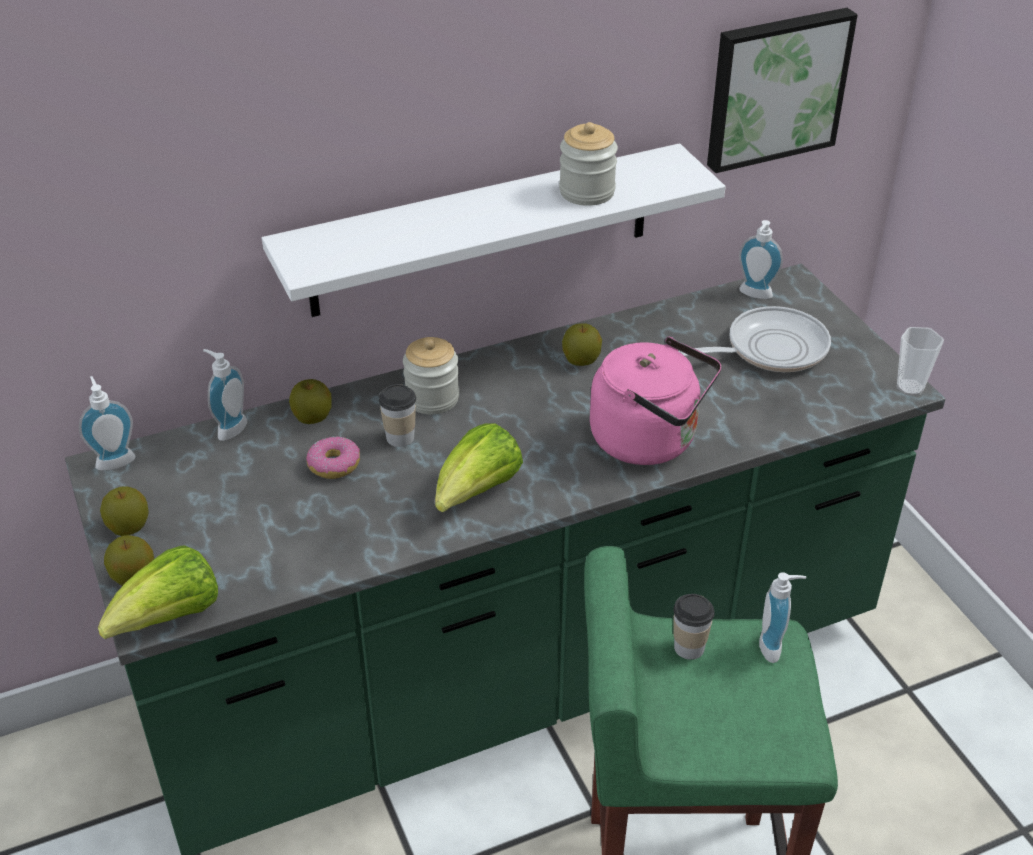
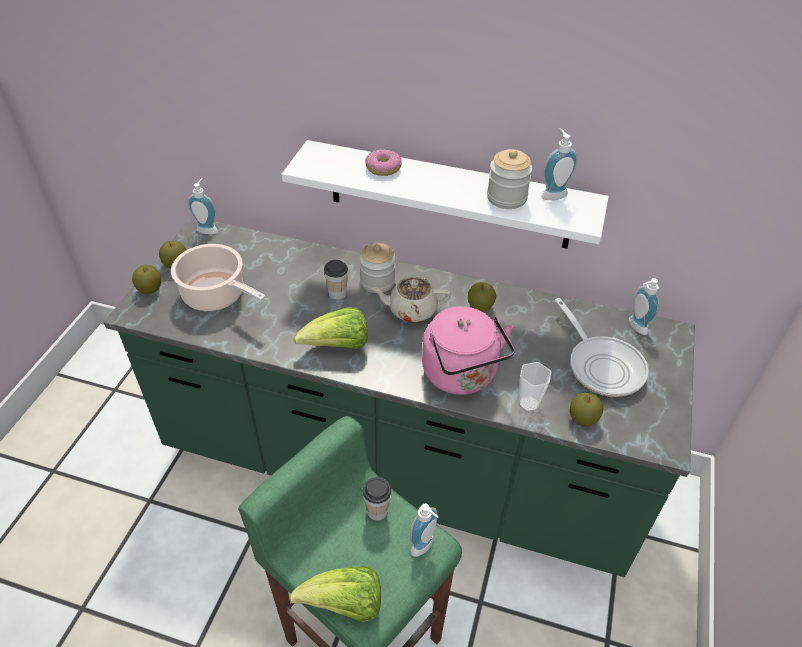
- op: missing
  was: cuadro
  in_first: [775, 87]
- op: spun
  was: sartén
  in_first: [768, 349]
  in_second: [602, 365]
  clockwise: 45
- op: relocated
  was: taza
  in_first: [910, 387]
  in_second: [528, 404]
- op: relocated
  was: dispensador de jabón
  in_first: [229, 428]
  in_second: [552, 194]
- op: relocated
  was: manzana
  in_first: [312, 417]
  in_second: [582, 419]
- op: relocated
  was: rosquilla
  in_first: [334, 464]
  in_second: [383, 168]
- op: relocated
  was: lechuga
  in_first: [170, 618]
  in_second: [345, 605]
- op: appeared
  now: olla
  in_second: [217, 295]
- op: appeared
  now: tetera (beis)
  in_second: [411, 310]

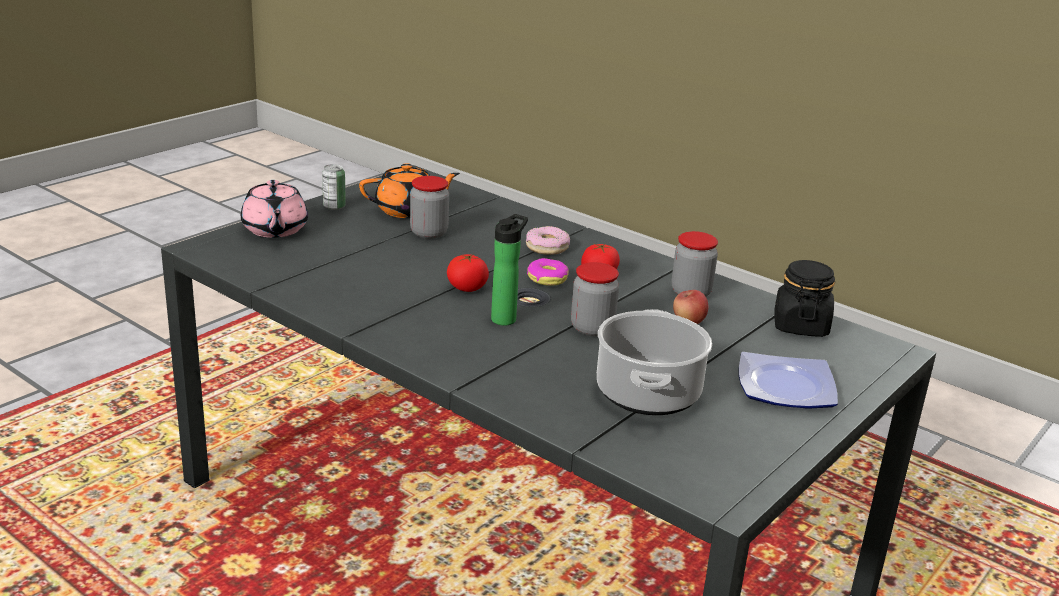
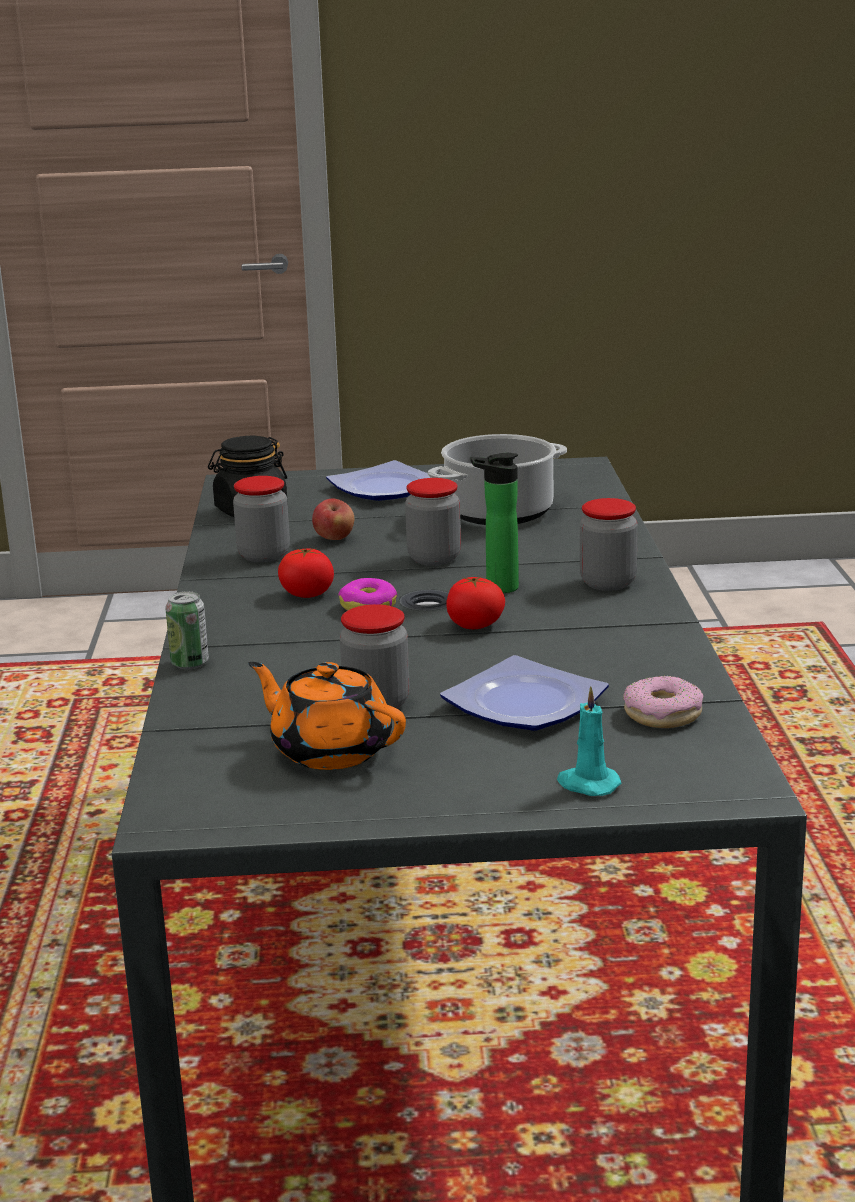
- op: relocated
  was: lata
  in_first: [334, 206]
  in_second: [190, 663]
- op: exchanged
  was: tetera (rosa)
  now: vela (turquesa)
  in_first: [274, 230]
  in_second: [587, 784]
- op: relocated
  was: rosquilla
  in_first: [547, 247]
  in_second: [662, 714]
- op: appeared
  now: tarro
  in_second: [608, 583]
- op: appeared
  now: plato
  in_second: [528, 704]

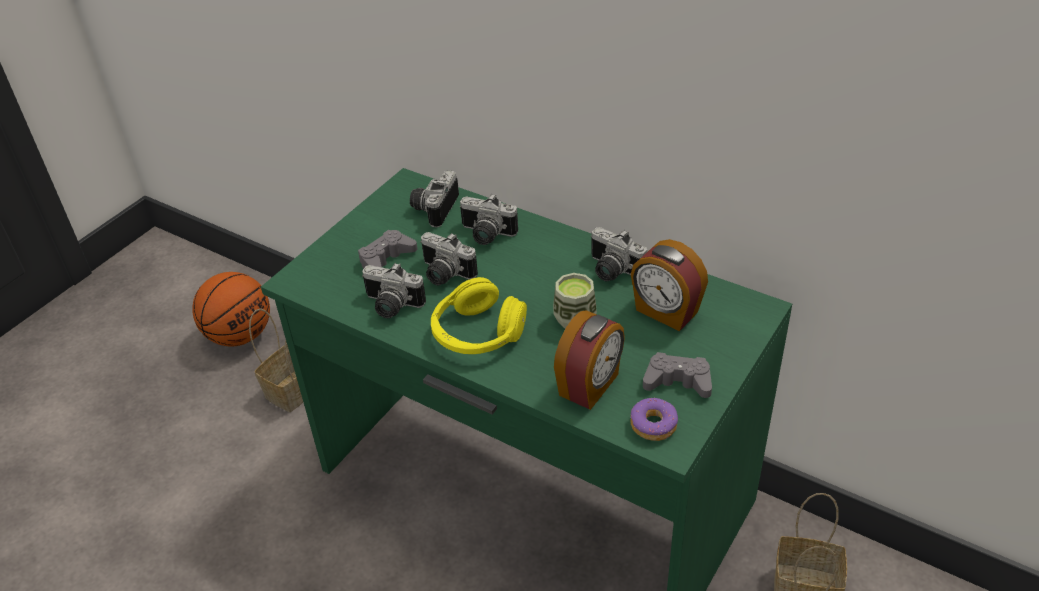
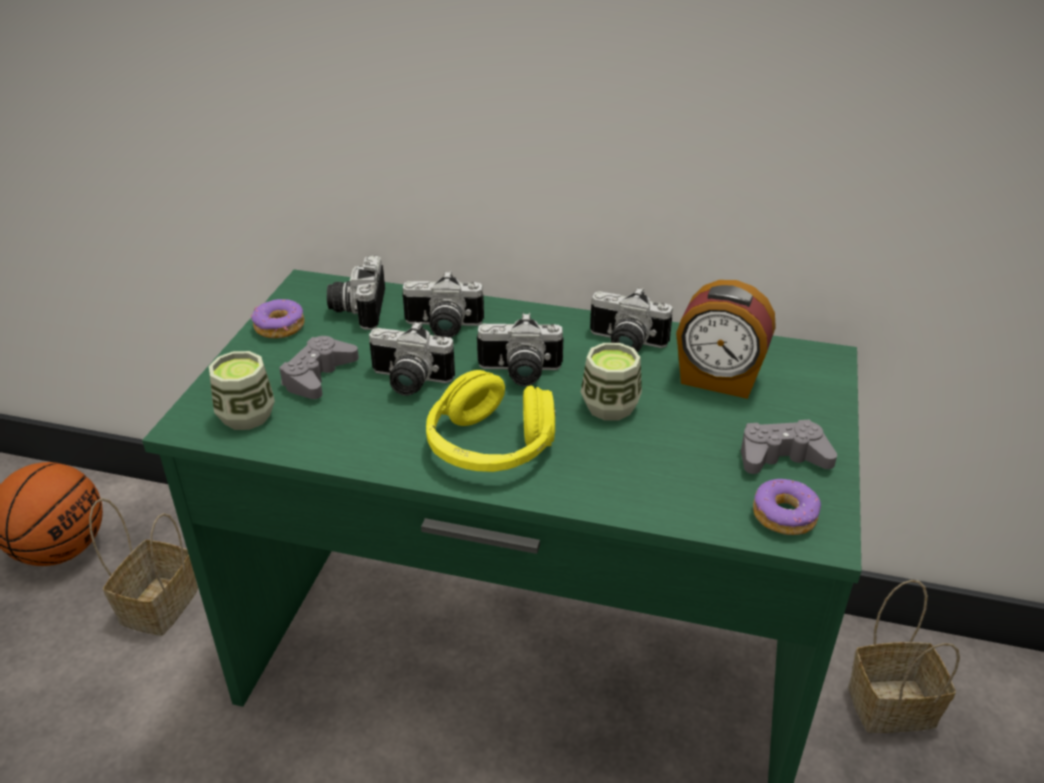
- op: relocated
  was: cámara
  in_first: [391, 306]
  in_second: [519, 374]
- op: missing
  was: despertador
  in_first: [590, 385]
- op: appeared
  now: rosquilla
  in_second: [279, 327]
- op: appeared
  now: taza
  in_second: [246, 415]

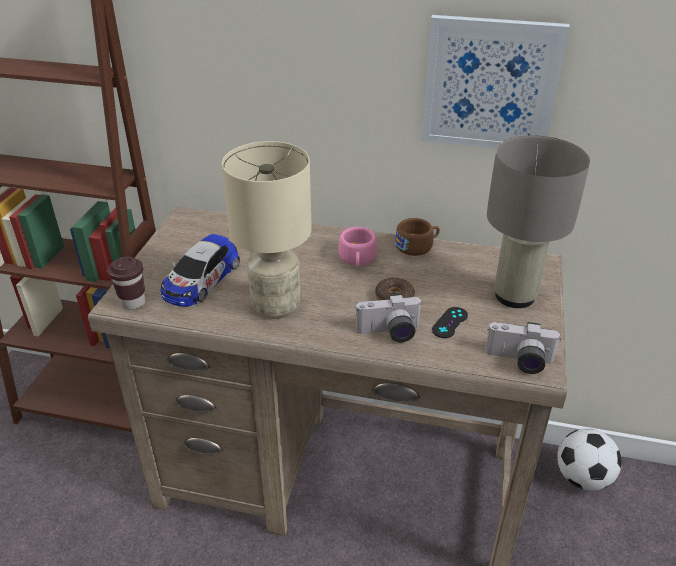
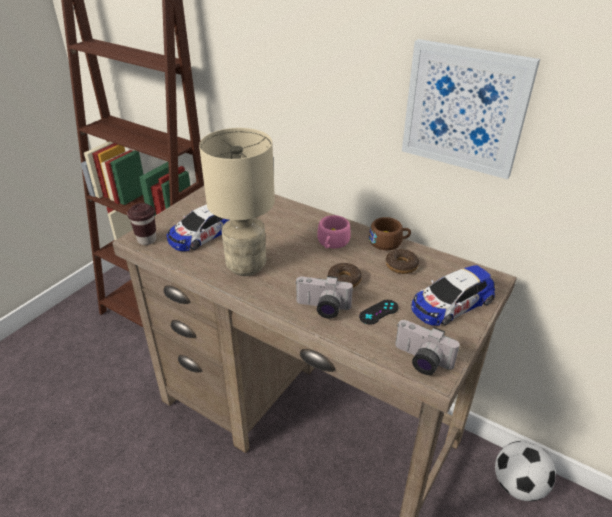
- op: exchanged
  was: lámpara de mesa (gris)
  now: coche de juguete
  in_first: [516, 296]
  in_second: [451, 303]
- op: appeared
  now: rosquilla
  in_second: [401, 265]

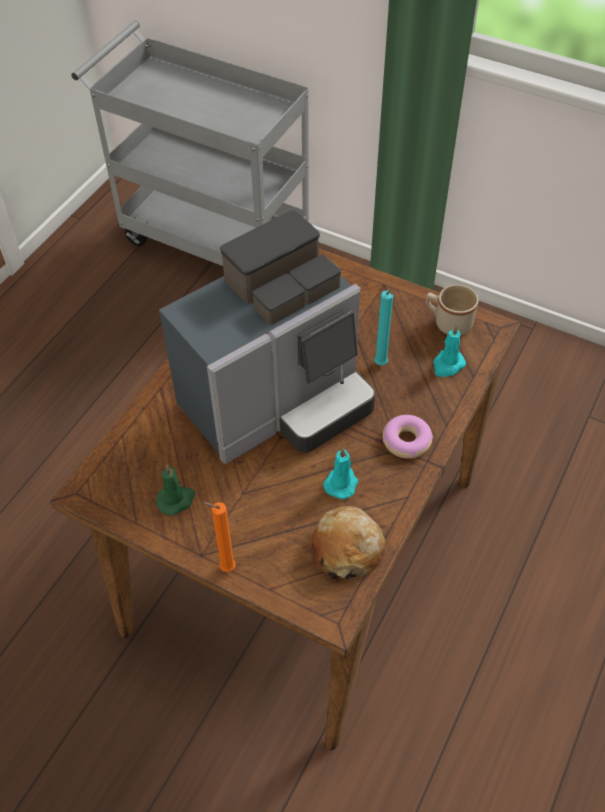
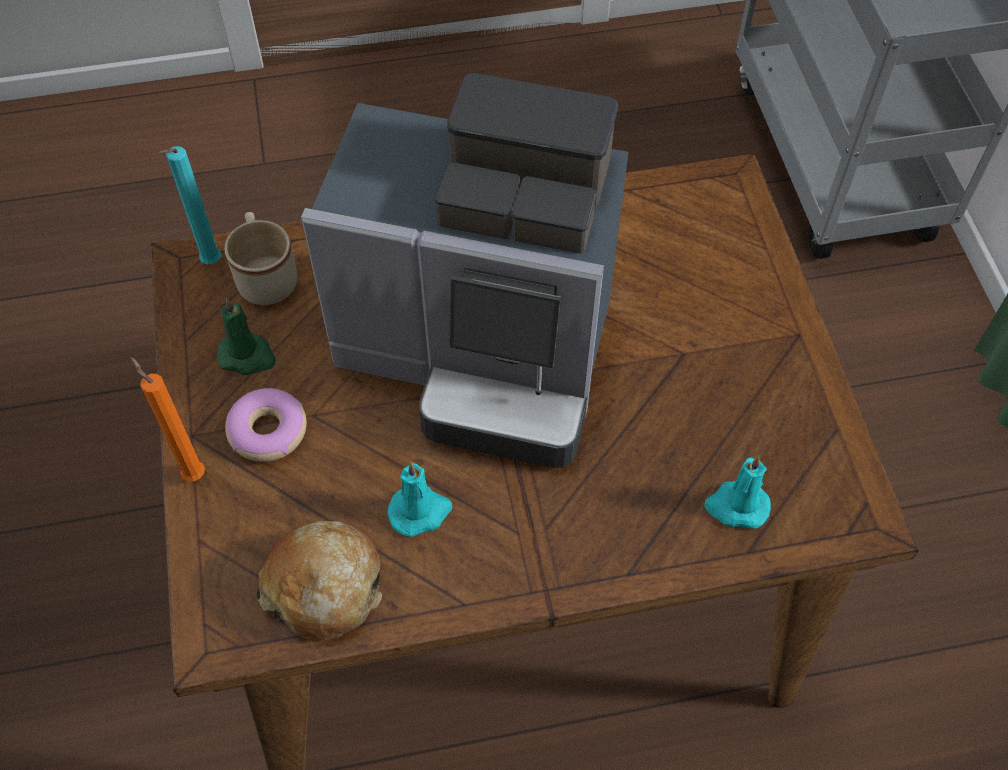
- op: relocated
  was: taza grande (beis)
  in_first: [447, 322]
  in_second: [266, 276]
- op: relocated
  was: vela (turquesa)
  in_first: [381, 365]
  in_second: [209, 264]
- op: relocated
  was: rosquilla
  in_first: [406, 441]
  in_second: [267, 431]

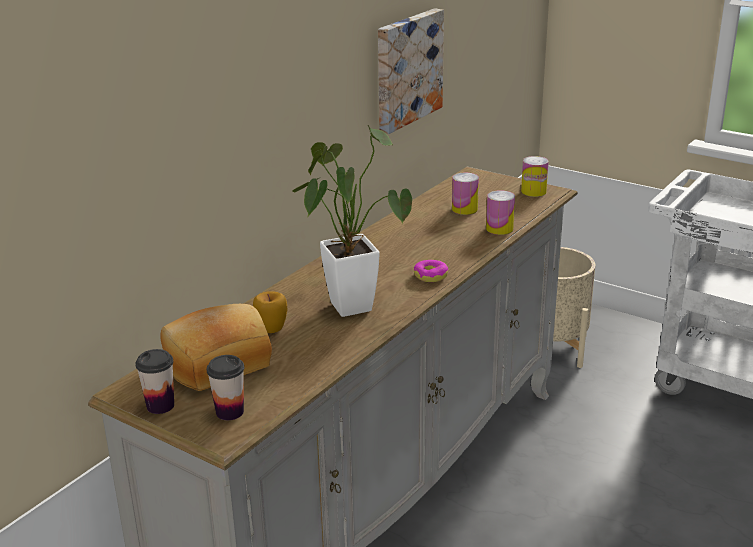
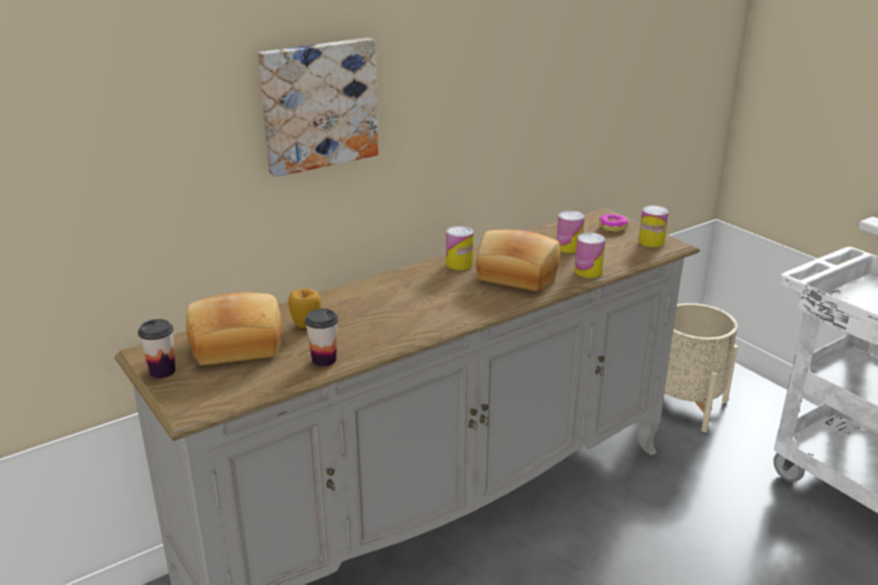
- op: relocated
  was: cuadro
  in_first: [406, 69]
  in_second: [318, 105]
- op: missing
  was: planta en maceta
  in_first: [348, 302]
- op: relocated
  was: rosquilla
  in_first: [431, 276]
  in_second: [613, 227]
- op: relocated
  was: taza
  in_first: [230, 412]
  in_second: [324, 360]
- op: appeared
  now: lata
  in_second: [459, 264]
- op: appeared
  now: pan
  in_second: [517, 276]

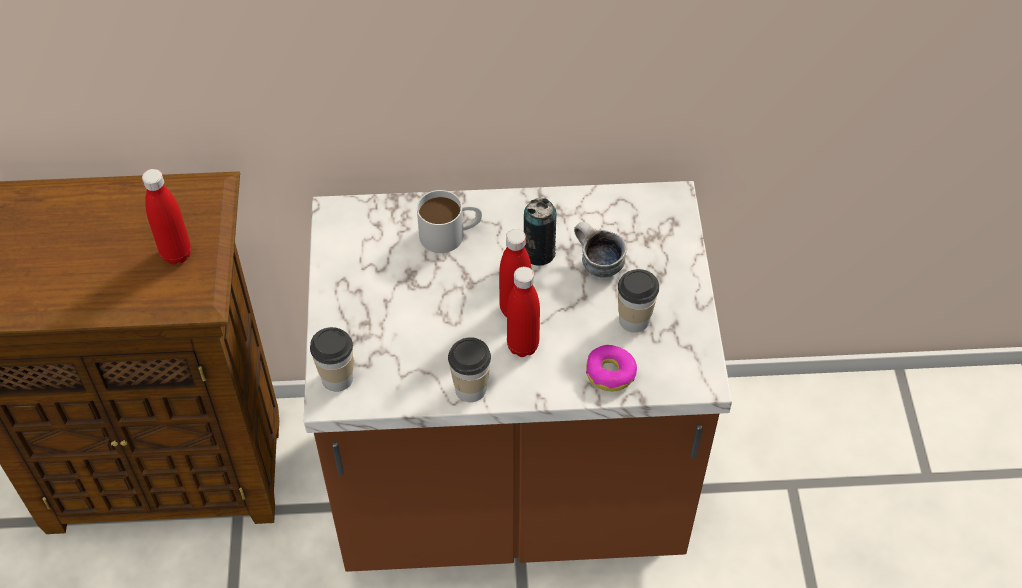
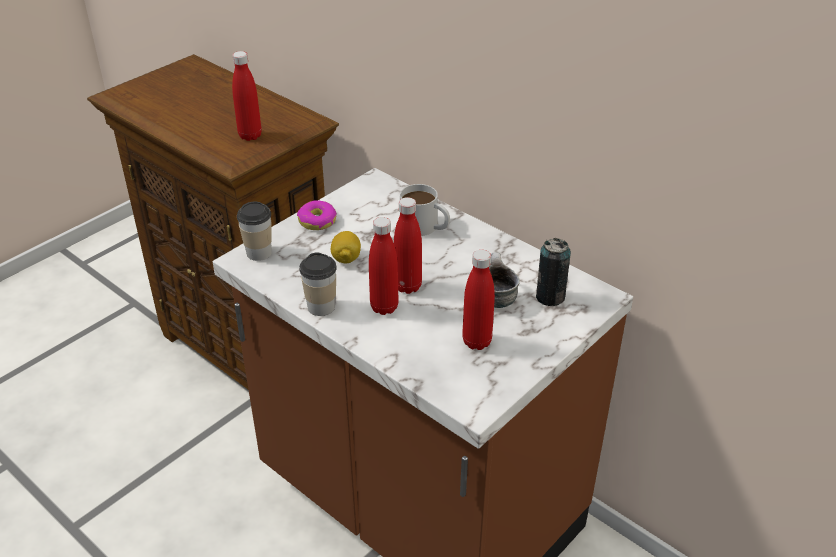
- op: relocated
  was: lata
  in_first: [539, 253]
  in_second: [550, 297]
- op: exchanged
  was: taza
  now: botella (rojo)
  in_first: [634, 320]
  in_second: [476, 342]
- op: relocated
  was: rosquilla
  in_first: [610, 373]
  in_second: [317, 221]
- op: appeared
  now: limón
  in_second: [346, 259]

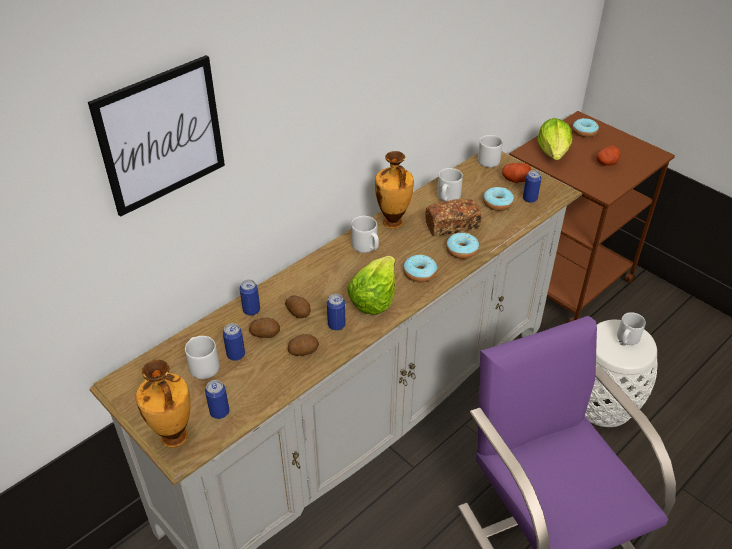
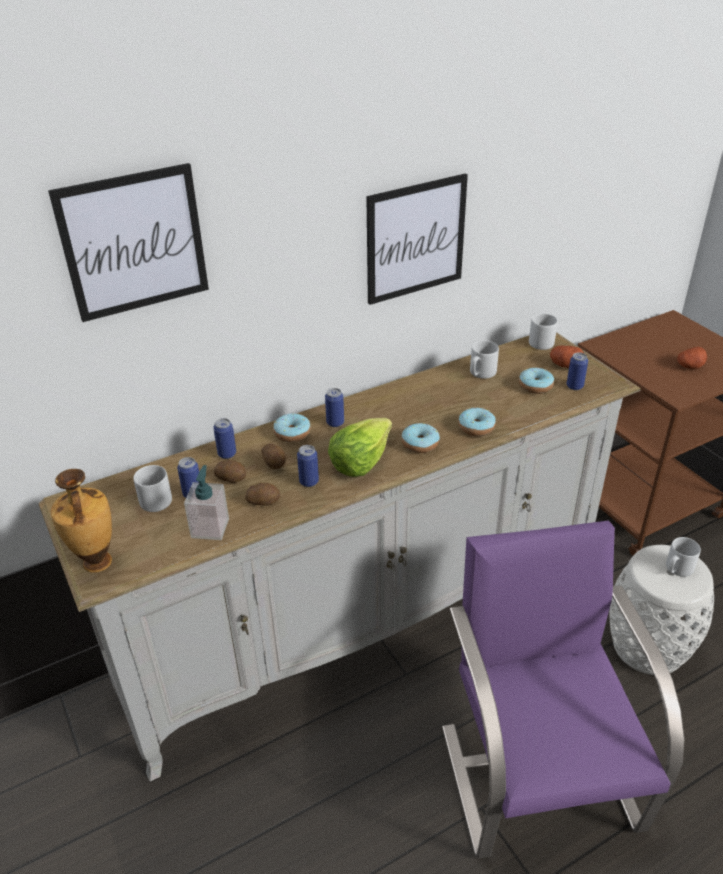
- op: missing
  was: lechuga
  in_first: [553, 152]
- op: relocated
  was: rosquilla
  in_first: [584, 132]
  in_second: [292, 433]
- op: missing
  was: florero
  in_first: [393, 223]
- op: missing
  was: pan
  in_first: [452, 225]
- op: missing
  was: taza grande (gris)
  in_first: [366, 246]
- op: relocated
  was: lata
  in_first: [219, 412]
  in_second: [335, 423]
- op: appeared
  now: cuadro
  in_second: [415, 239]
- op: appeared
  now: dispensador de jabón
  in_second: [210, 528]

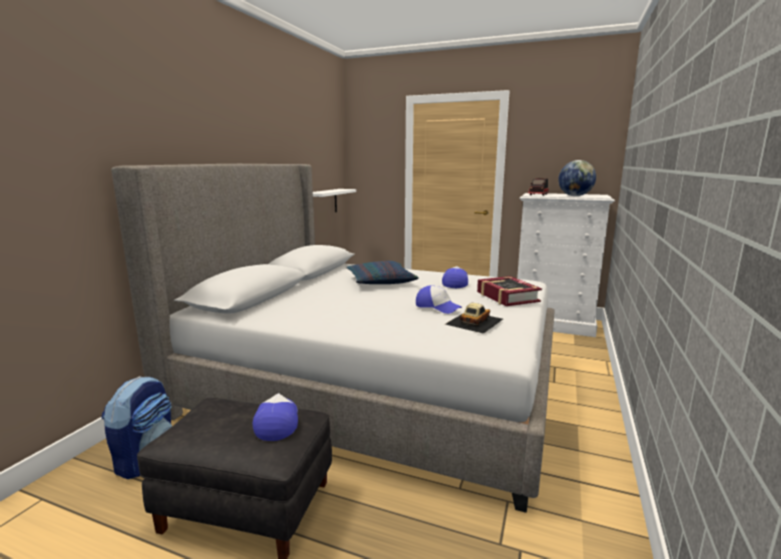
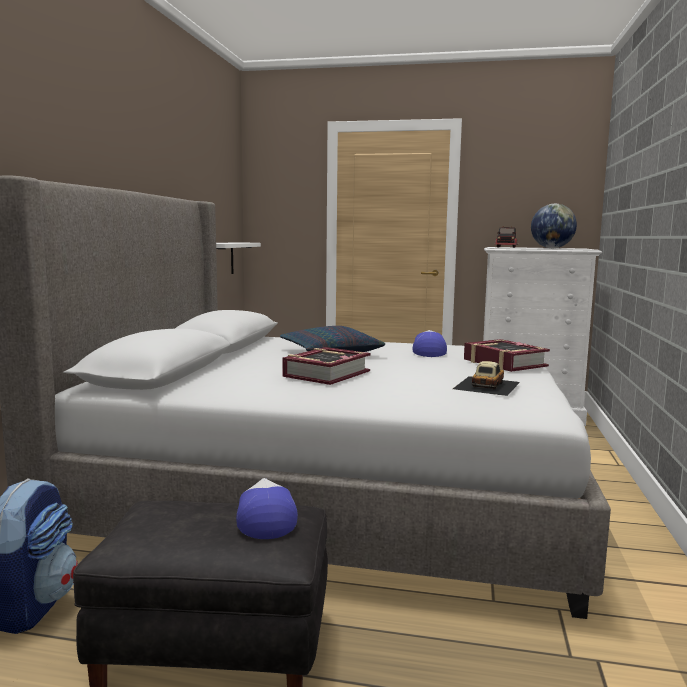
- op: missing
  was: gorra
  in_first: [437, 307]
- op: appeared
  now: libro
  in_second: [326, 374]

